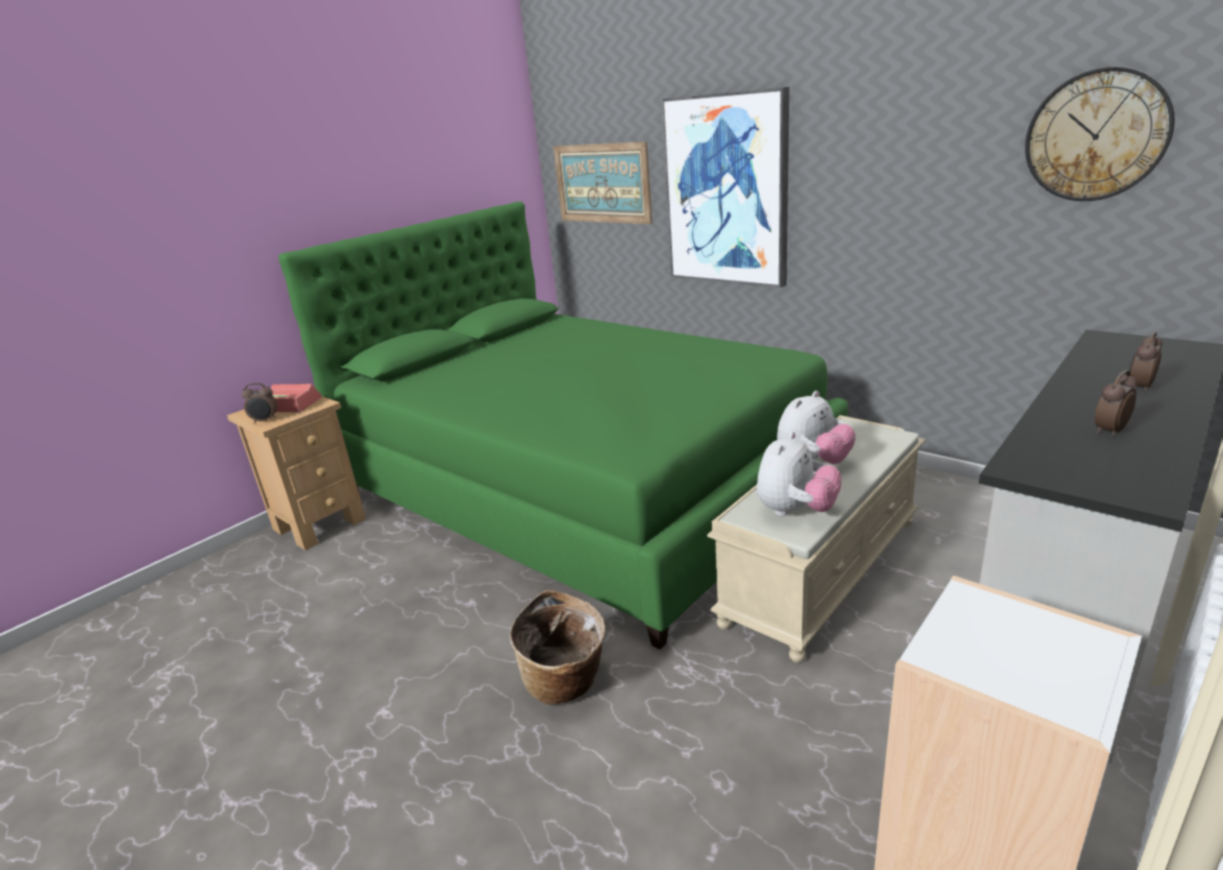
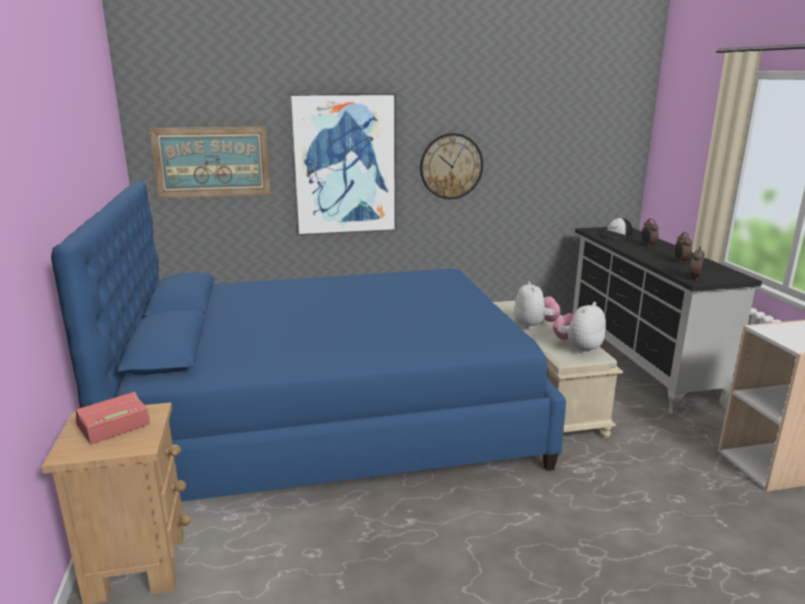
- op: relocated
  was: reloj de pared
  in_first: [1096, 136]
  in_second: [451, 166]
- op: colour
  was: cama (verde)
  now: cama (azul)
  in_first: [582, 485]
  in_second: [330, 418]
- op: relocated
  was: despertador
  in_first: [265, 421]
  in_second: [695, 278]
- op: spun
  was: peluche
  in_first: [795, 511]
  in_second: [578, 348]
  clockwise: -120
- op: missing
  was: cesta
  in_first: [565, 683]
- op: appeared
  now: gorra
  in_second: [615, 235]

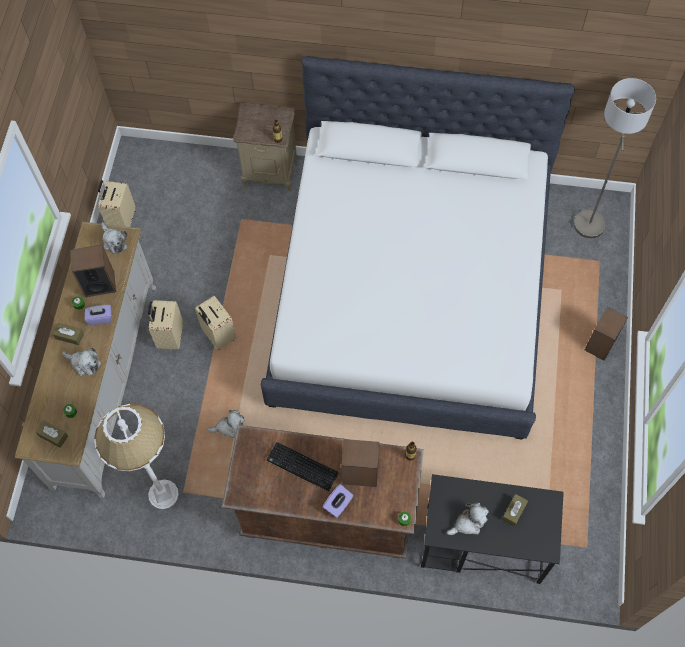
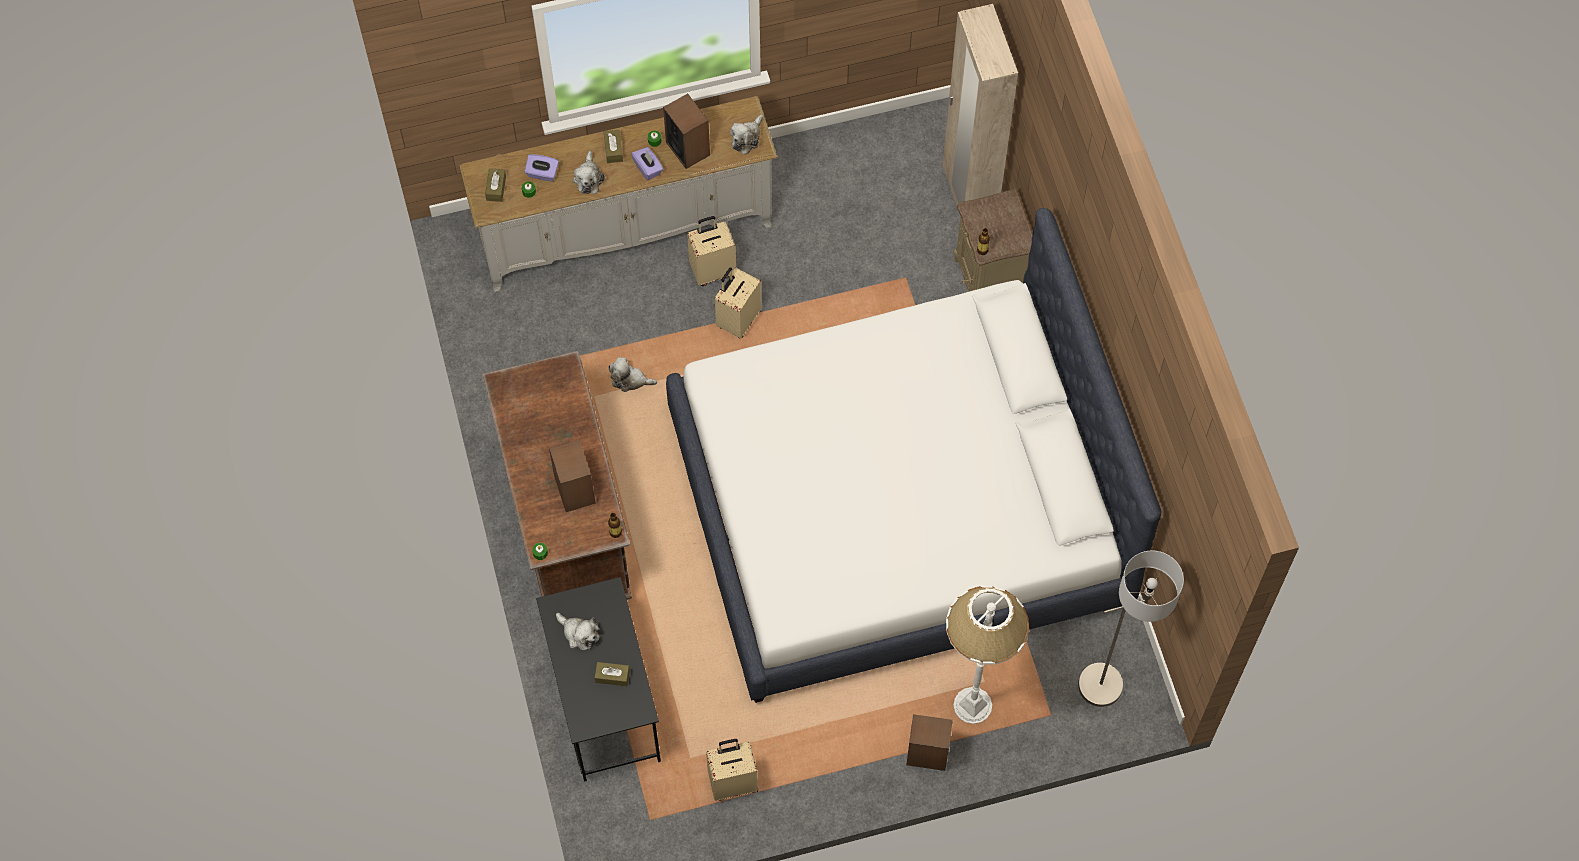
- op: relocated
  was: maleta (beis)
  in_first: [122, 220]
  in_second: [733, 782]
- op: relocated
  was: lámpara de pie (blanco)
  in_first: [163, 494]
  in_second: [972, 706]
- op: spun
  was: peluche
  in_first: [229, 427]
  in_second: [630, 380]
  clockwise: 135
- op: missing
  was: teclado
  in_first: [301, 467]
- op: relocated
  was: caja de pañuelos (morado)
  in_first: [338, 504]
  in_second: [542, 173]
- op: appeared
  now: armario ropero (beis)
  in_second: [968, 198]

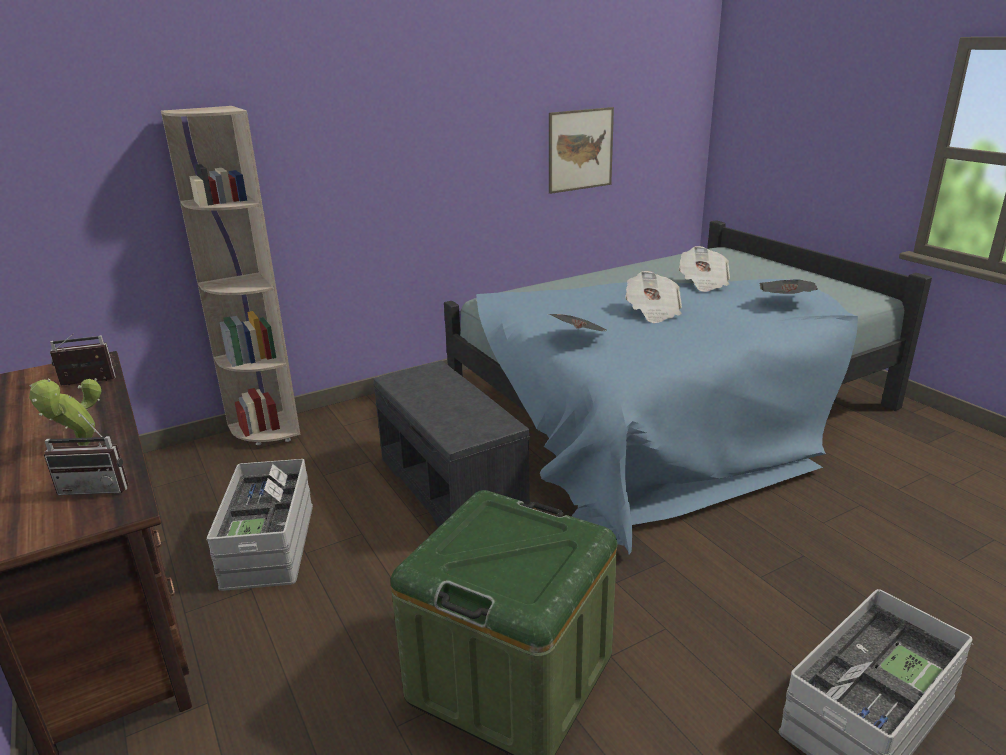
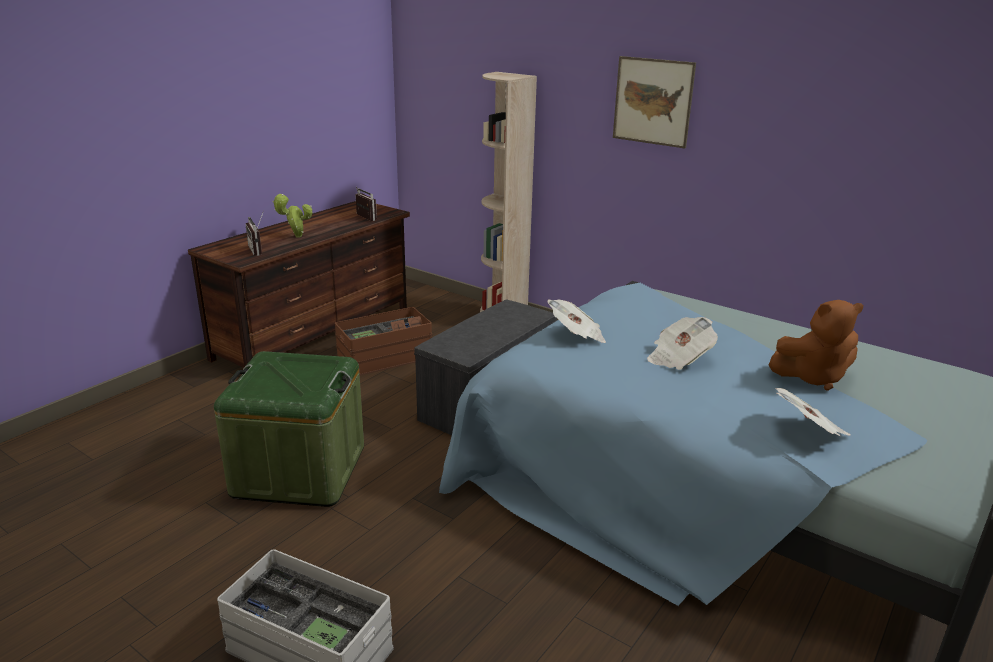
- op: relocated
  was: cuadro
  in_first: [580, 150]
  in_second: [653, 101]
- op: exchanged
  was: periódico
  now: peluche (marrón)
  in_first: [703, 283]
  in_second: [812, 377]
- op: colour
  was: caja de almacenaje (gris)
  now: caja de almacenaje (marrón)
  in_first: [267, 543]
  in_second: [384, 357]

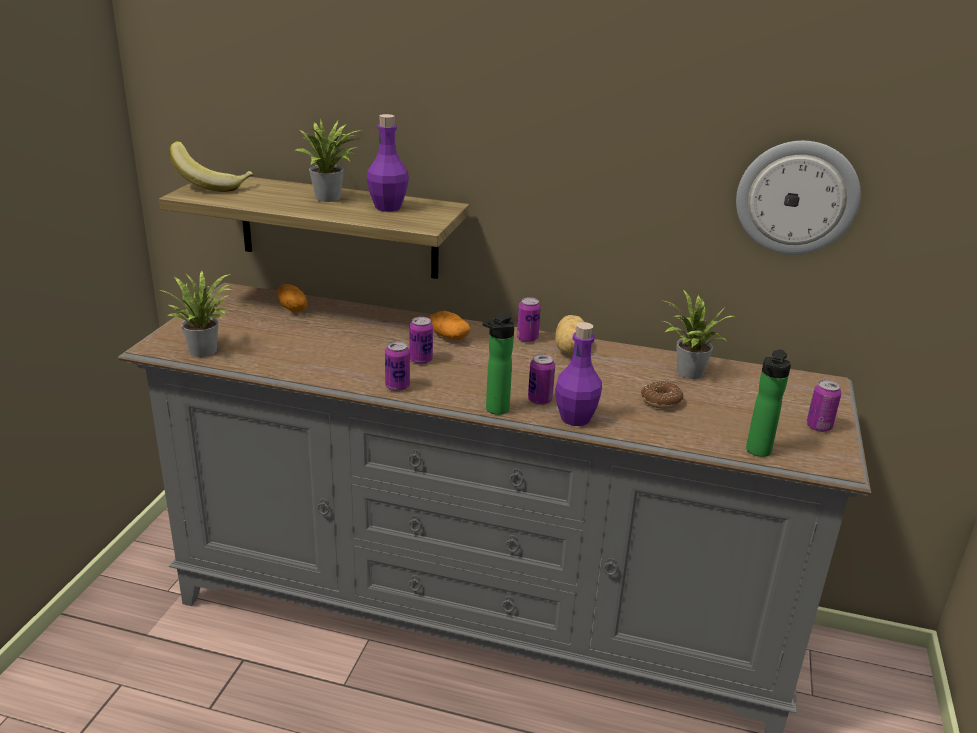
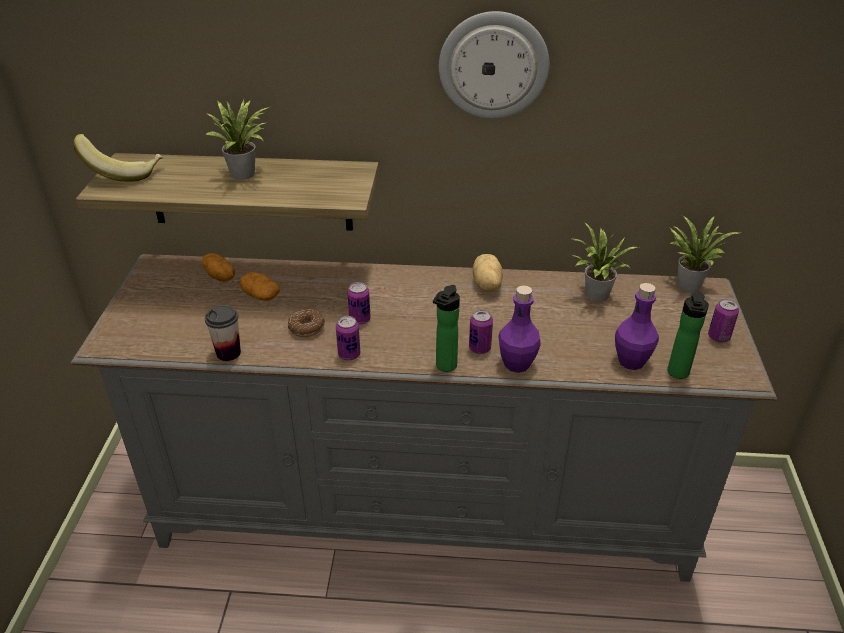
- op: relocated
  was: botella (morado)
  in_first: [388, 207]
  in_second: [631, 361]
- op: relocated
  was: reloj de pared
  in_first: [796, 198]
  in_second: [493, 65]
- op: relocated
  was: planta en maceta
  in_first: [205, 349]
  in_second: [687, 283]
- op: missing
  was: lata
  in_first: [527, 338]
- op: relocated
  was: patata
  in_first: [449, 337]
  in_second: [261, 296]
- op: relocated
  was: rosquilla
  in_first: [661, 401]
  in_second: [306, 328]
- op: appeared
  now: taza
  in_second: [228, 353]

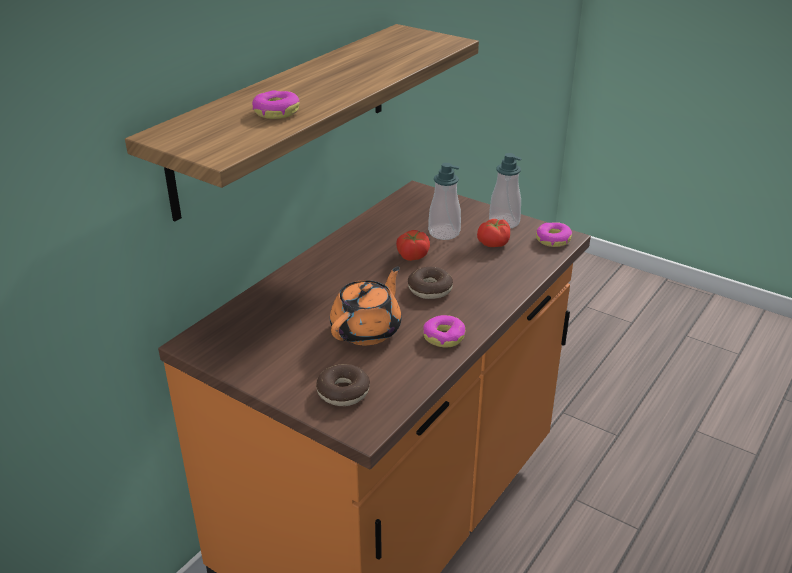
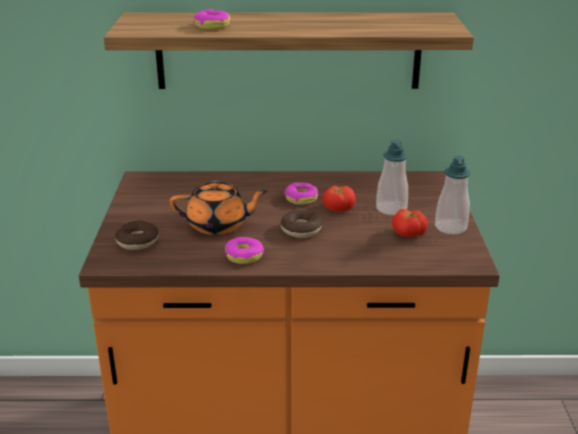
- op: relocated
  was: rosquilla
  in_first: [552, 240]
  in_second: [301, 198]

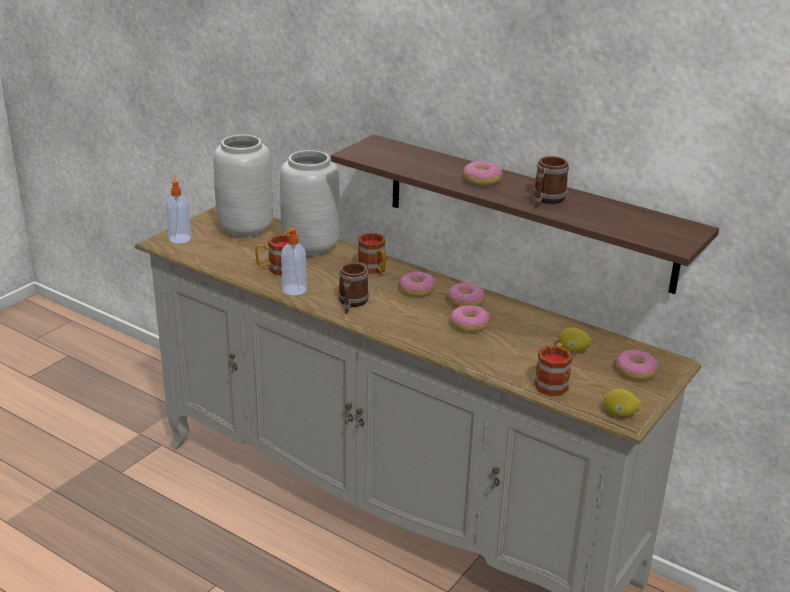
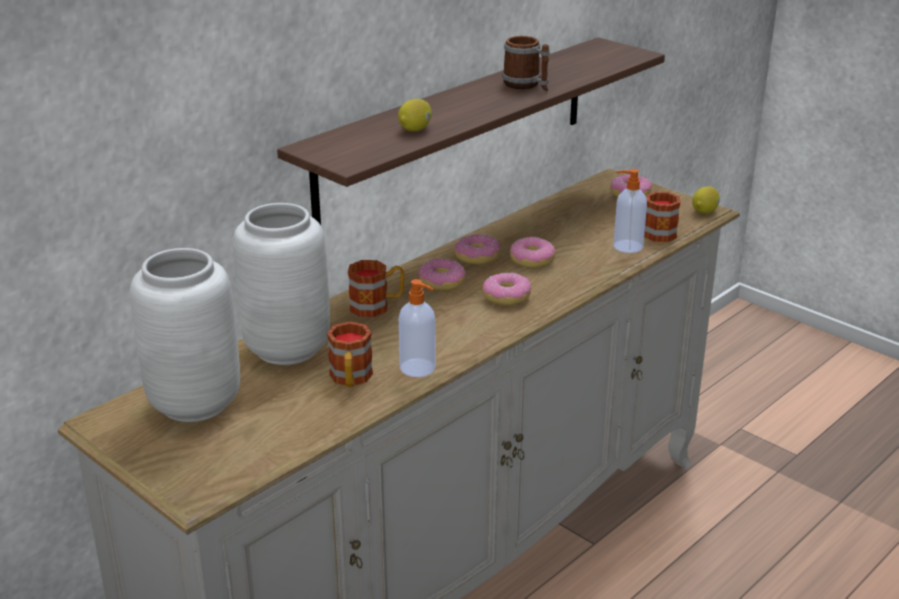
- op: relocated
  was: rosquilla
  in_first: [482, 180]
  in_second: [506, 297]
- op: relocated
  was: dispensador de jabón
  in_first: [180, 238]
  in_second: [626, 246]
- op: missing
  was: taza grande
  in_first: [351, 303]
- op: relocated
  was: limón
  in_first: [573, 350]
  in_second: [416, 129]

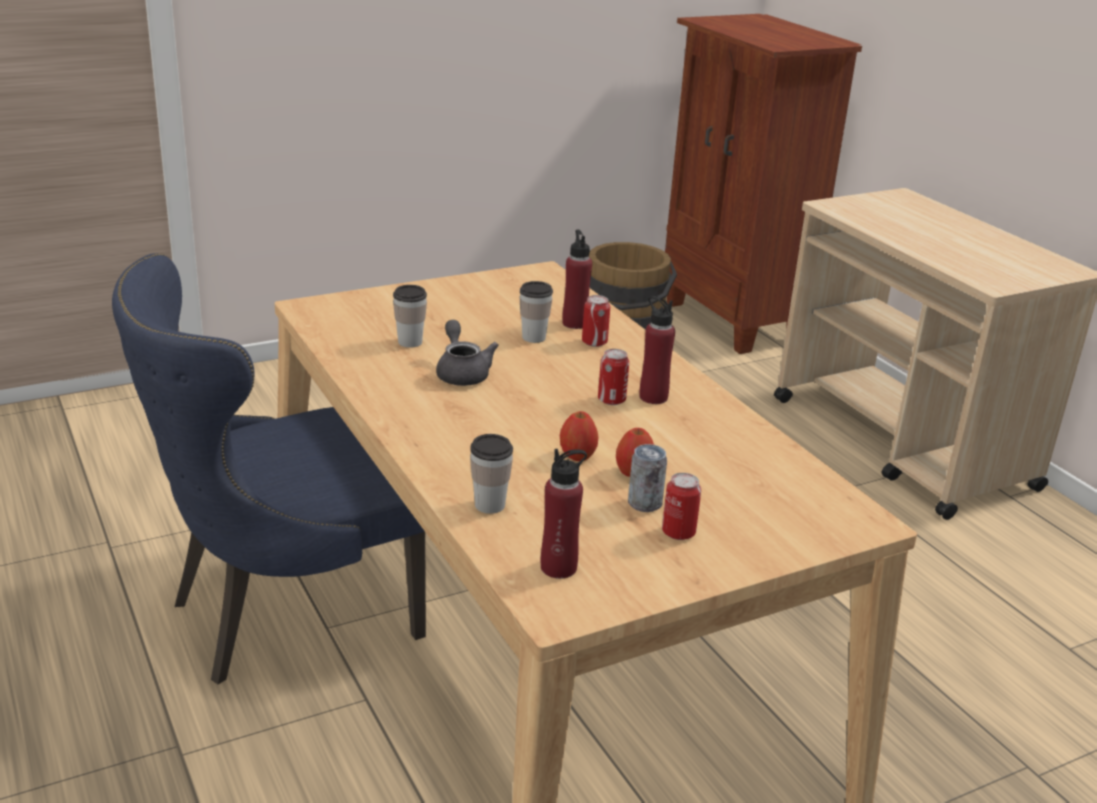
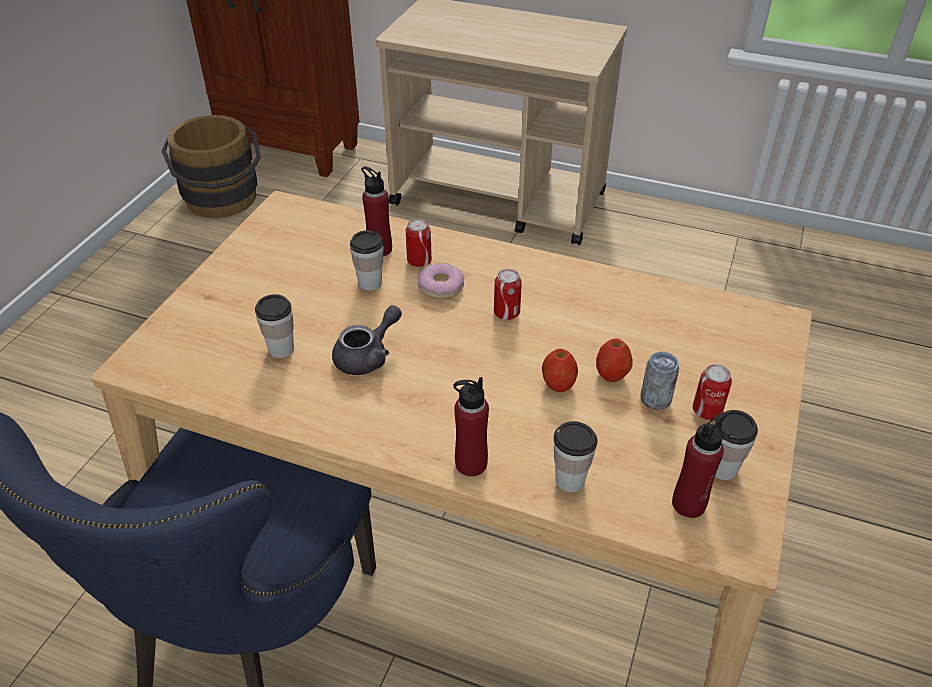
- op: relocated
  was: botella (rojo)
  in_first: [653, 397]
  in_second: [471, 463]
- op: spun
  was: tetera (gris)
  in_first: [462, 373]
  in_second: [368, 356]
  clockwise: 105
- op: appeared
  now: rosquilla
  in_second: [440, 287]
- op: appeared
  now: taza
  in_second: [722, 468]

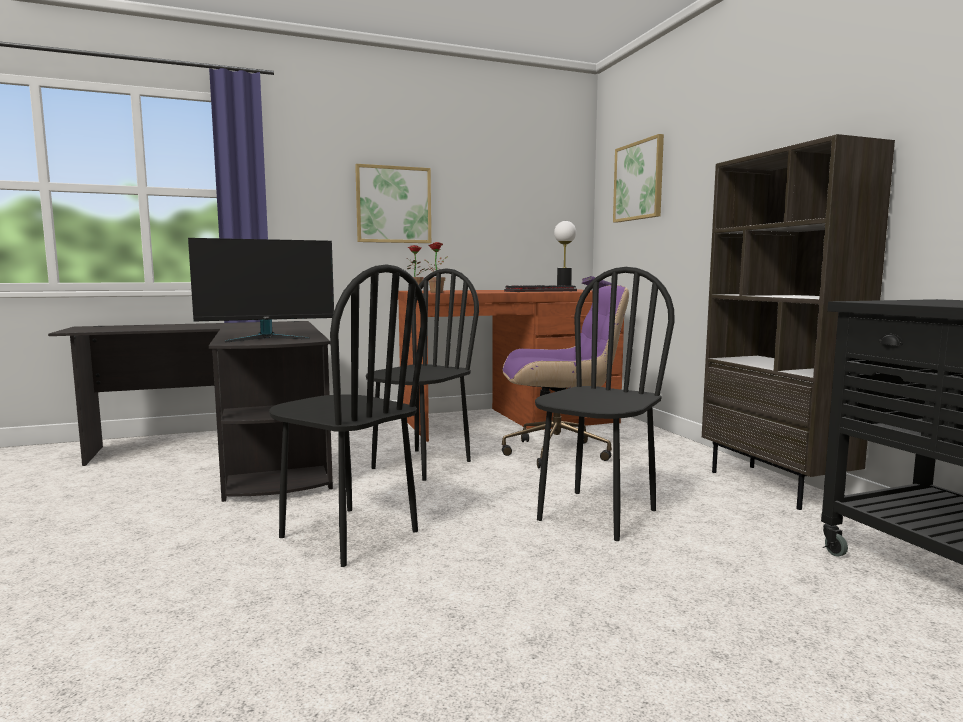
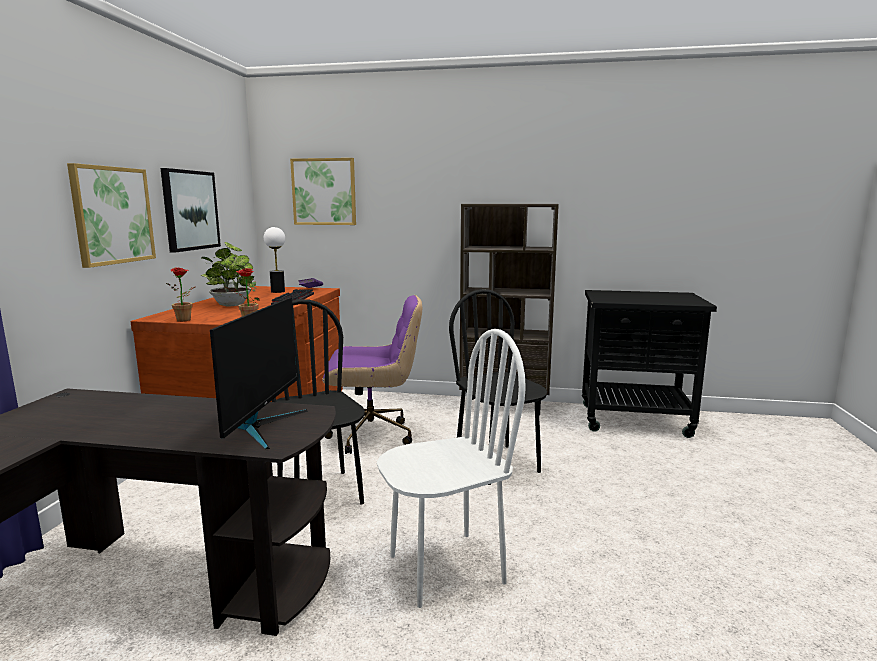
- op: colour
  was: silla (negro)
  now: silla (blanco)
  in_first: [348, 534]
  in_second: [446, 568]
- op: spun
  was: silla de oficina (morado)
  in_first: [560, 453]
  in_second: [374, 436]
  clockwise: 60
- op: appeared
  now: cuadro
  in_second: [190, 210]
- op: appeared
  now: planta en maceta
  in_second: [231, 304]

